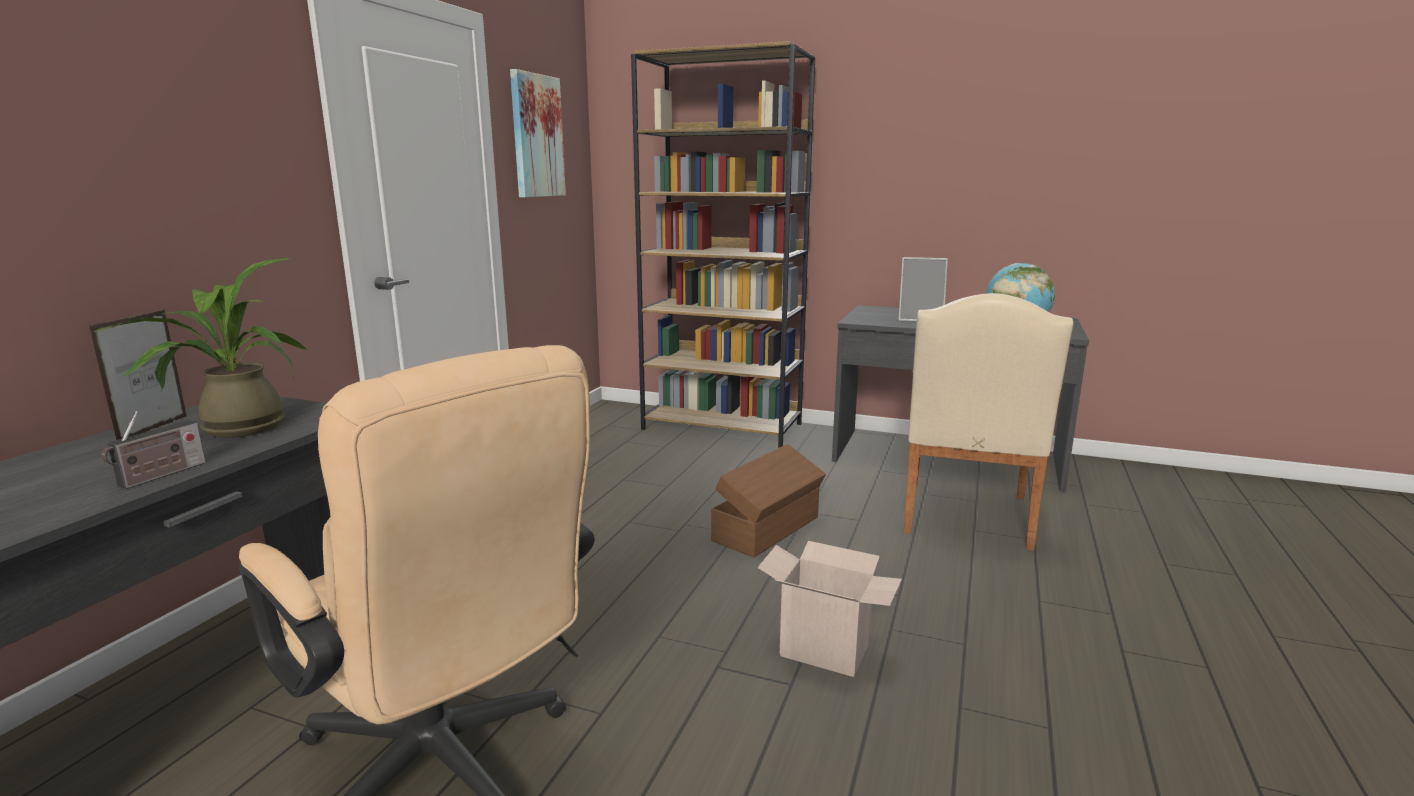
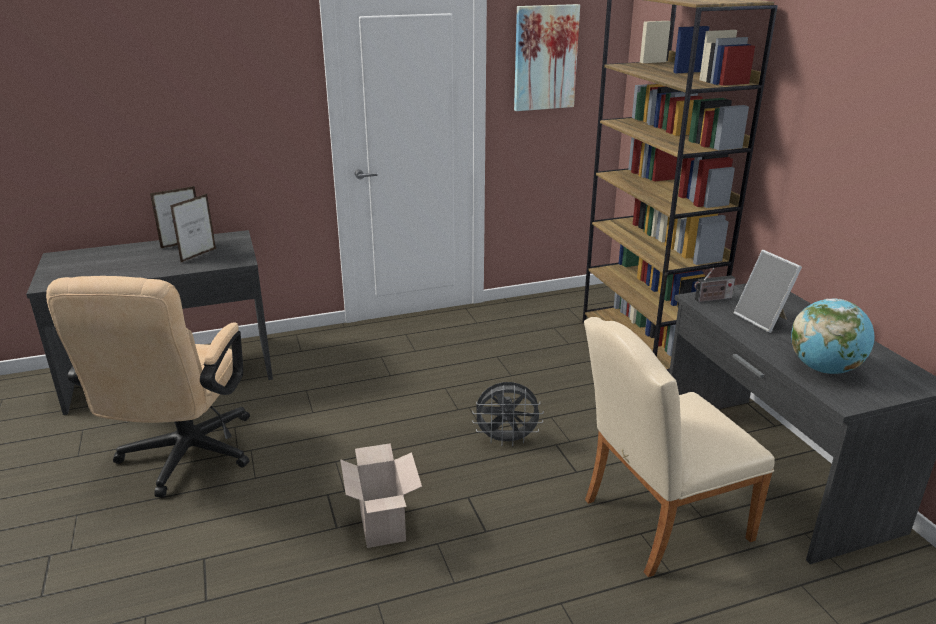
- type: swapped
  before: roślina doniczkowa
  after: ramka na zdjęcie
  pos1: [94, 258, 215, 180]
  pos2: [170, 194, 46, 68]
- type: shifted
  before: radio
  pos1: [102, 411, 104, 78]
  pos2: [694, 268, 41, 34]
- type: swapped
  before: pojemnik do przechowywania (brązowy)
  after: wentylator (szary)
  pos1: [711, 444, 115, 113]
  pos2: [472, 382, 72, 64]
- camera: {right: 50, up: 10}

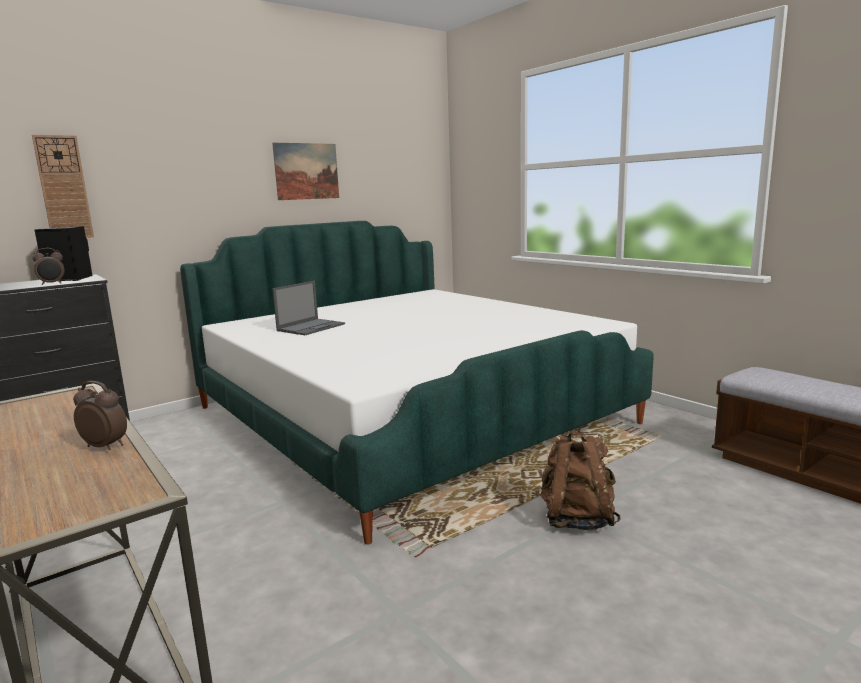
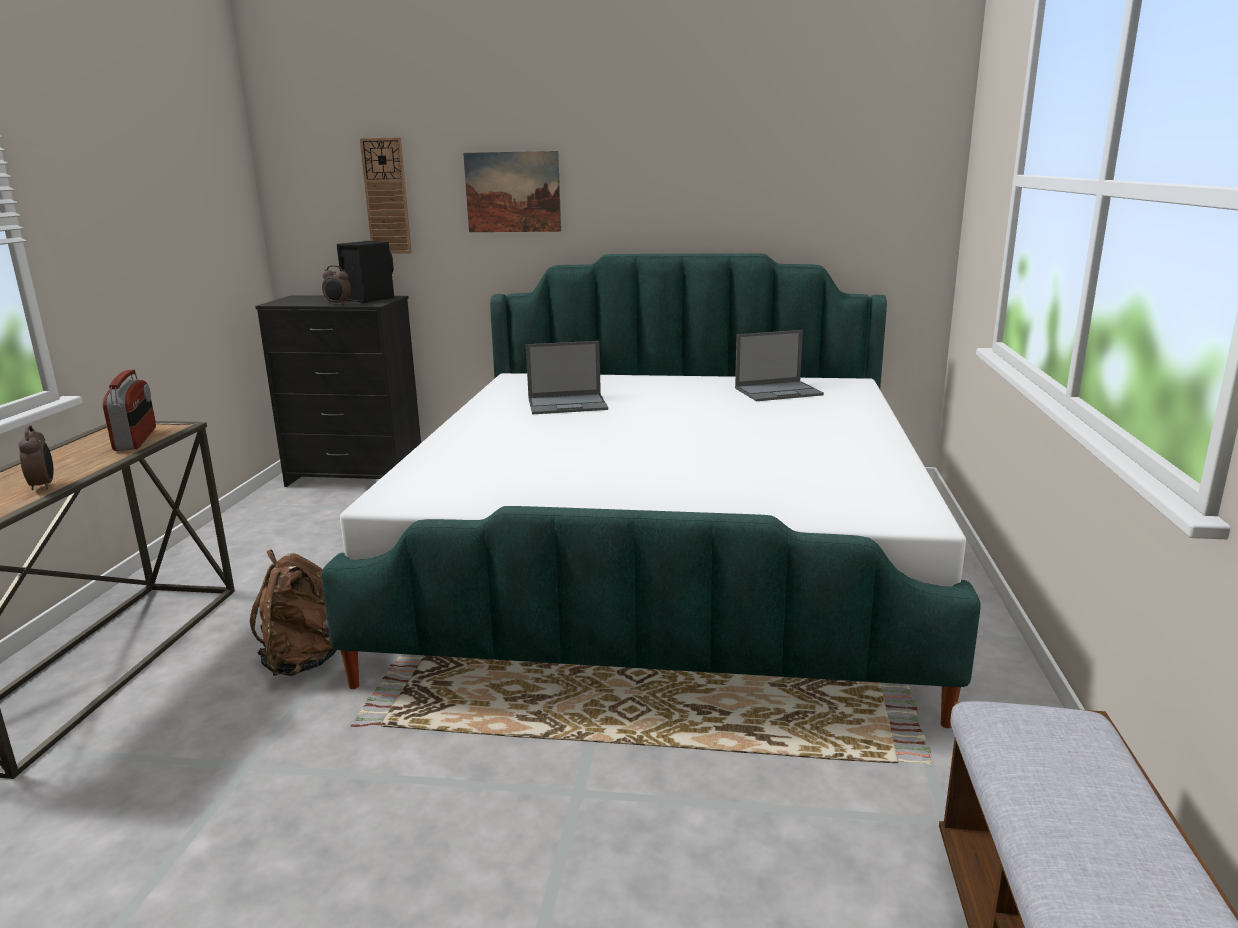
- type: shifted
  before: obraz
  pos1: [272, 143, 67, 57]
  pos2: [463, 151, 98, 81]
- type: shifted
  before: plecak (brązowy)
  pos1: [540, 430, 81, 100]
  pos2: [250, 549, 87, 127]
- type: new
  after: radio
  pos2: [103, 369, 53, 82]
- type: new
  after: laptop
  pos2: [735, 330, 89, 71]
- camera: {right: 45, up: 5}

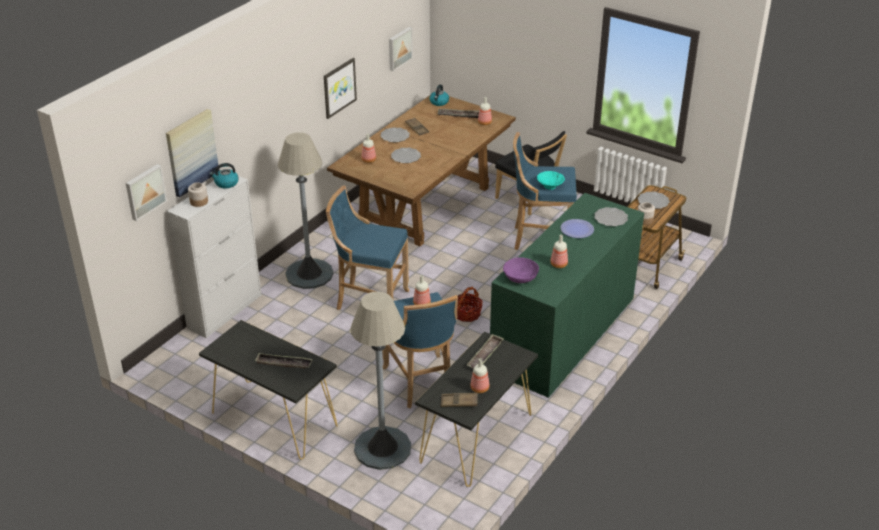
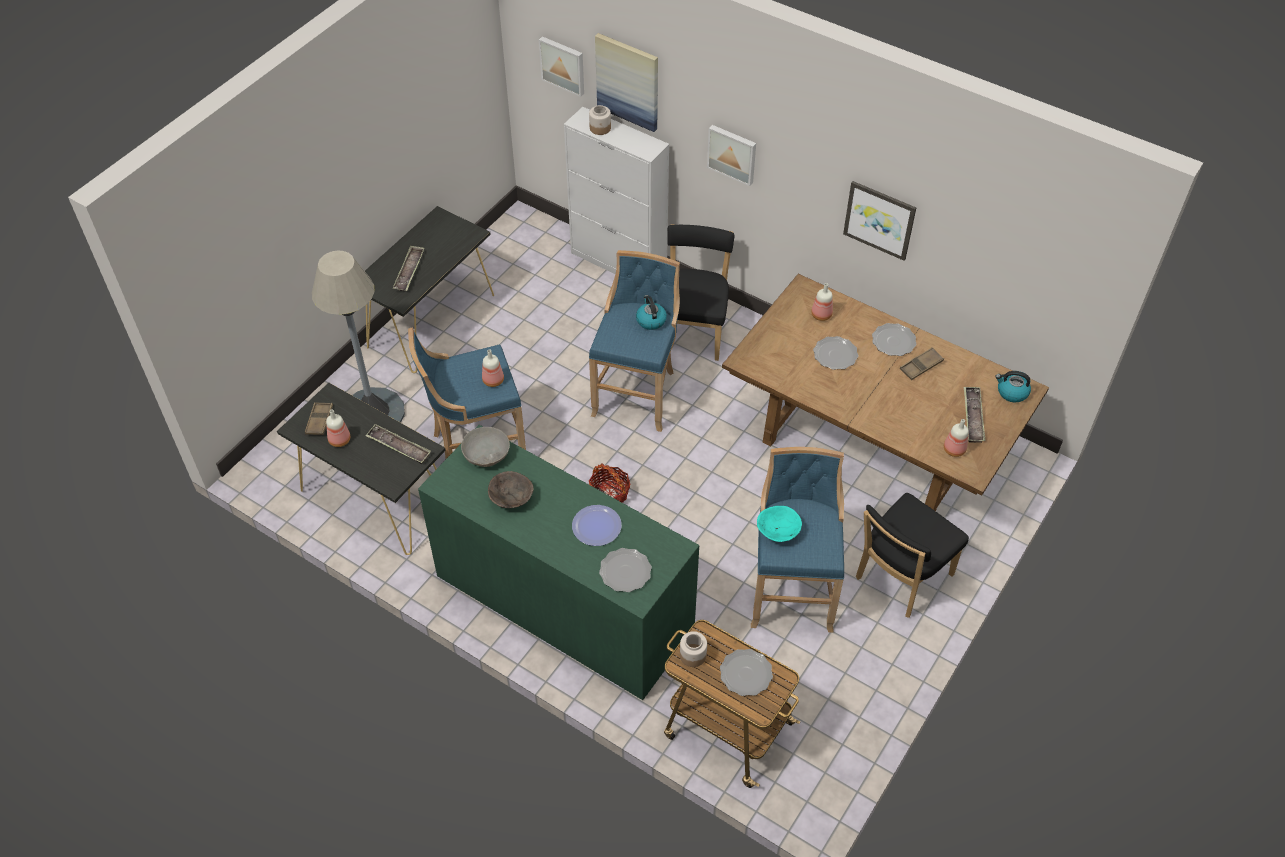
- type: shifted
  before: czajnik
  pos1: [210, 163, 28, 26]
  pos2: [636, 295, 31, 35]
- type: swapped
  before: lampa stojąca (szary)
  after: krzesło (czarny)
  pos1: [278, 132, 55, 157]
  pos2: [667, 224, 68, 137]
- type: shifted
  before: obraz
  pos1: [389, 27, 24, 44]
  pos2: [707, 125, 49, 61]
- type: repainted
  before: miska (fioletowy)
  after: miska (szary)
  pos1: [503, 257, 36, 26]
  pos2: [461, 427, 49, 40]
- type: swapped
  before: butelka
  after: miska (brązowy)
  pos1: [550, 235, 18, 33]
  pos2: [488, 471, 46, 37]
- camera: {right: 90, up: 15}

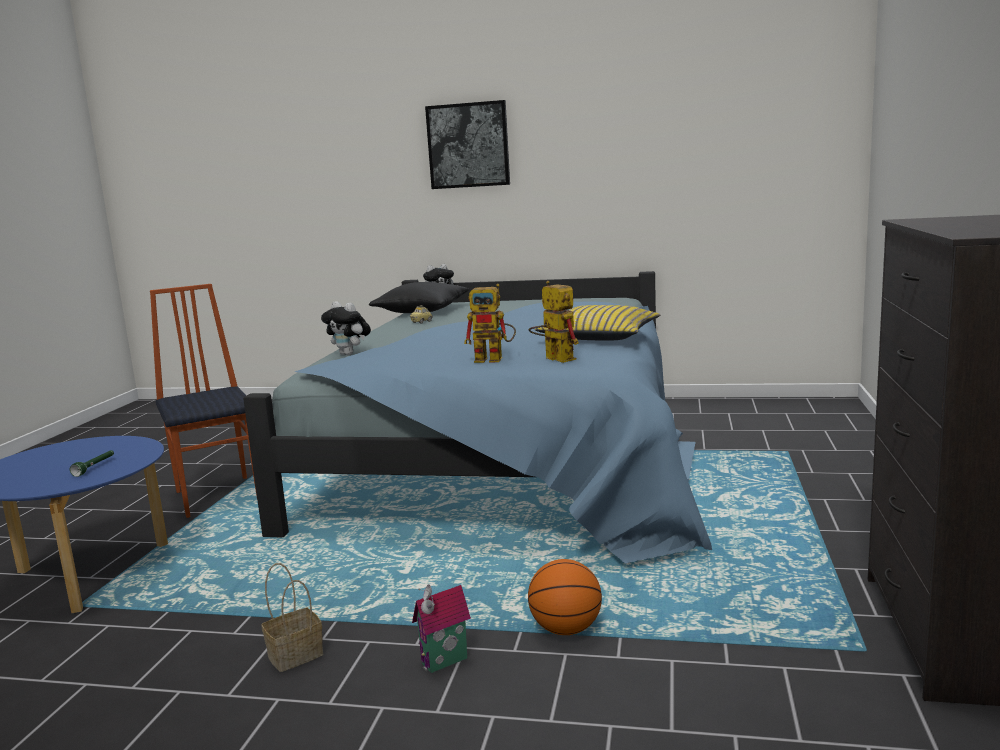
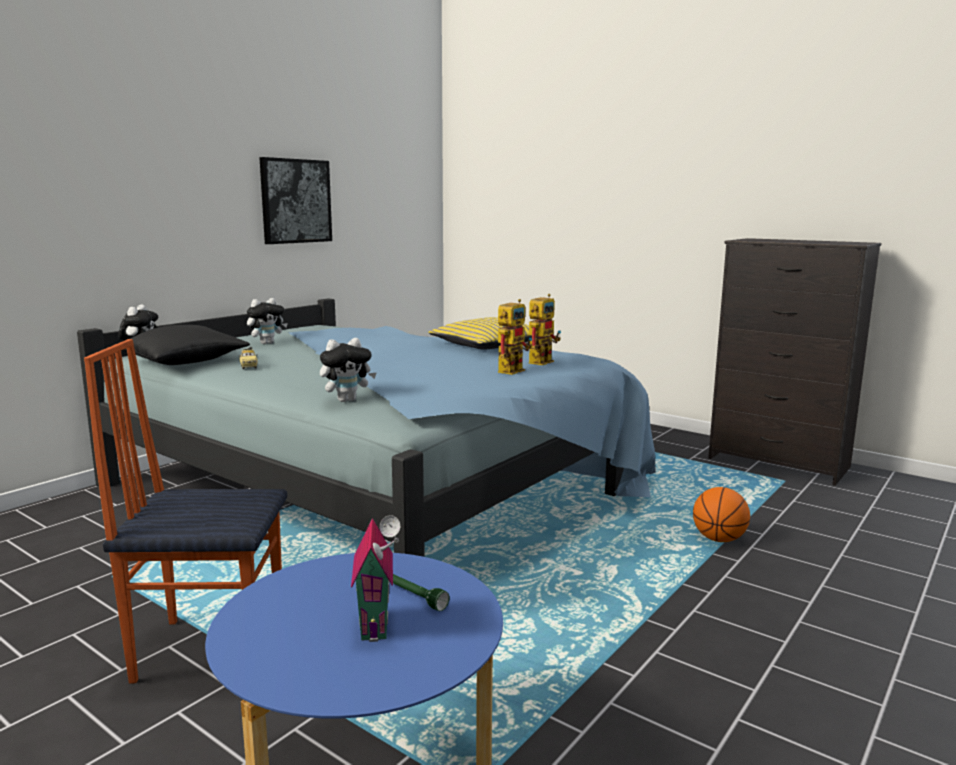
- type: gone
  before: koszyk
  pos1: [261, 563, 62, 109]
- type: shifted
  before: domek
  pos1: [412, 584, 59, 89]
  pos2: [351, 515, 49, 127]
- type: shifted
  before: obraz
  pos1: [425, 100, 85, 89]
  pos2: [259, 157, 73, 87]
- type: rotated
  before: robot zabawkowy
  pos1: [529, 281, 50, 82]
  pos2: [529, 294, 32, 71]
  turn: 135
- type: new
  after: pluszak
  pos2: [247, 298, 41, 46]
- camera: {right: -65, up: 0}

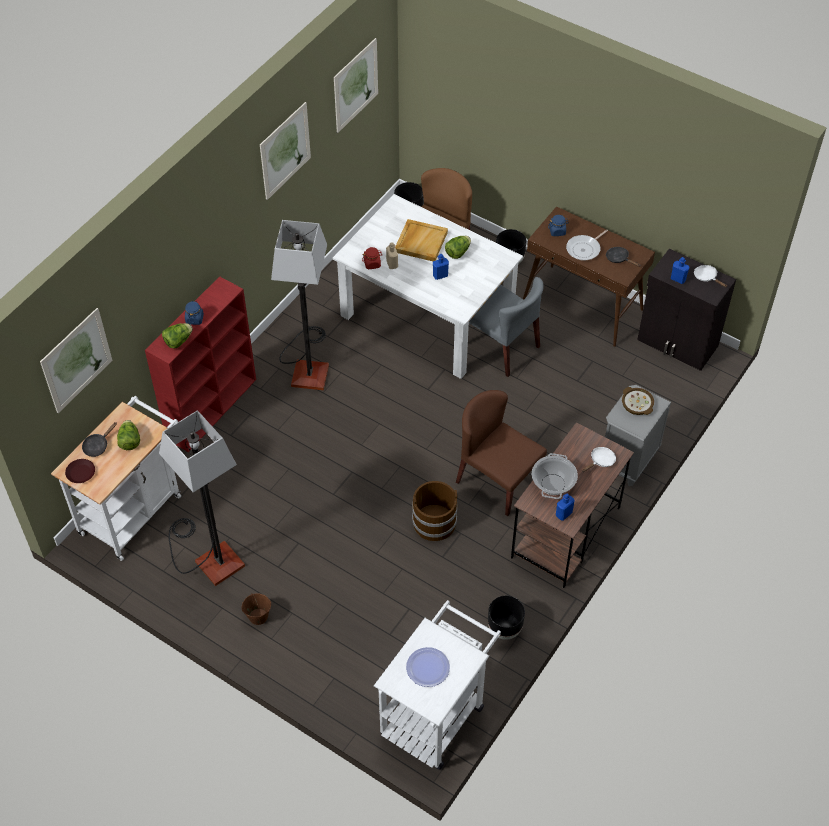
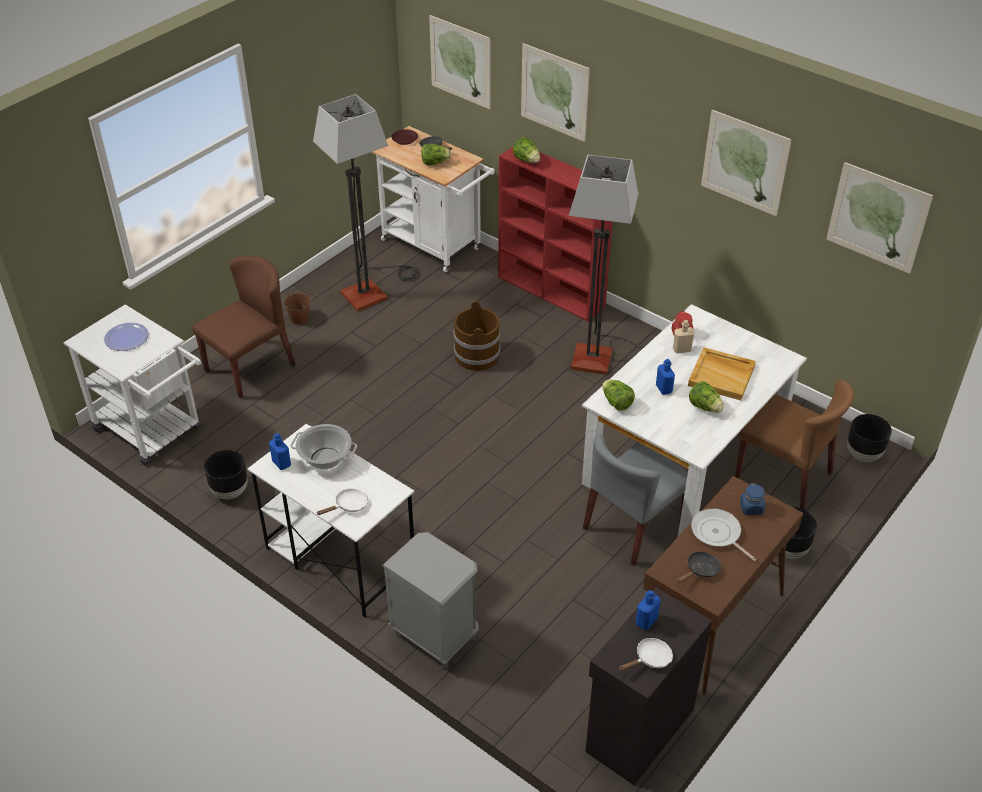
- type: gone
  before: słoik (niebieski)
  pos1: [185, 301, 19, 24]
- type: shifted
  before: wiadro (brązowy)
  pos1: [412, 481, 46, 60]
  pos2: [454, 301, 46, 70]
- type: shifted
  before: krzesło (brązowy)
  pos1: [456, 390, 91, 126]
  pos2: [192, 256, 104, 143]
- type: repainted
  before: biurko (brązowy)
  after: biurko (biały)
  pos1: [511, 422, 123, 166]
  pos2: [248, 424, 166, 194]
- type: rotated
  before: patelnia (biały)
  pos1: [582, 447, 34, 25]
  pos2: [316, 489, 52, 26]
  turn: -90
- type: gone
  before: miska
  pos1: [622, 387, 32, 28]
- type: new
  after: obraz
  pos2: [521, 43, 69, 99]
- type: new
  after: sałata
  pos2: [602, 379, 33, 32]
- camera: {right: 95, up: -10}

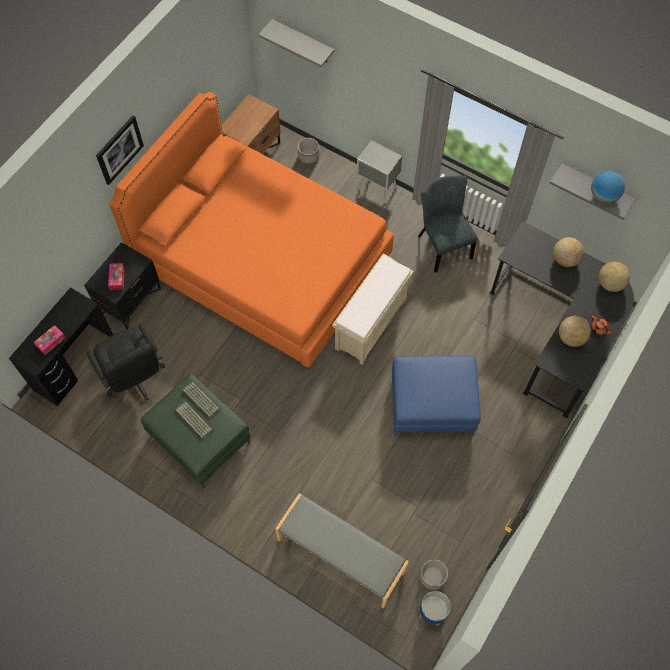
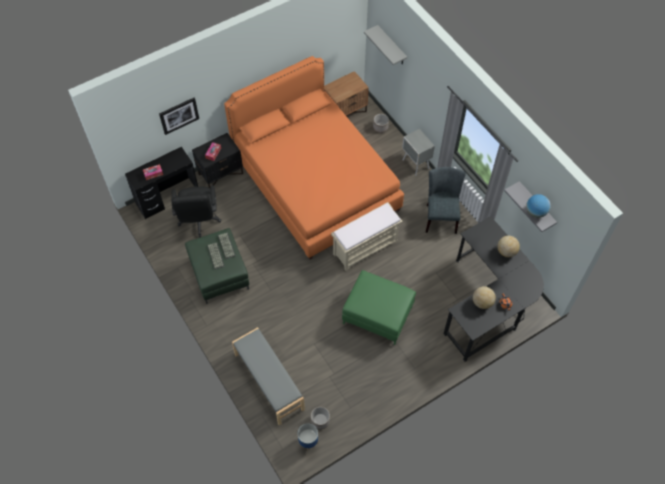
- type: shifted
  before: obraz
  pos1: [96, 115, 48, 70]
  pos2: [159, 98, 40, 37]
- type: repainted
  before: pufa (niebieski)
  after: pufa (zielony)
  pos1: [392, 356, 89, 80]
  pos2: [342, 270, 74, 75]
- type: gone
  before: globus
  pos1: [599, 262, 31, 30]
- camera: {right: 25, up: -5}

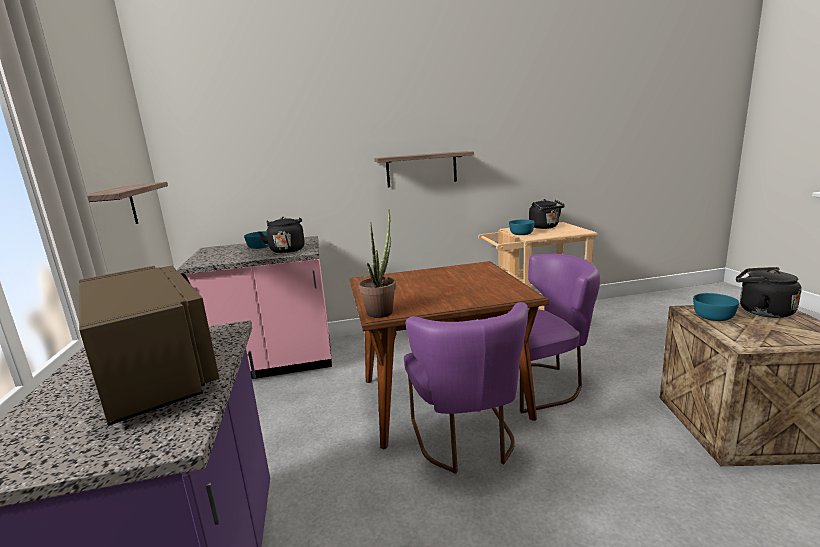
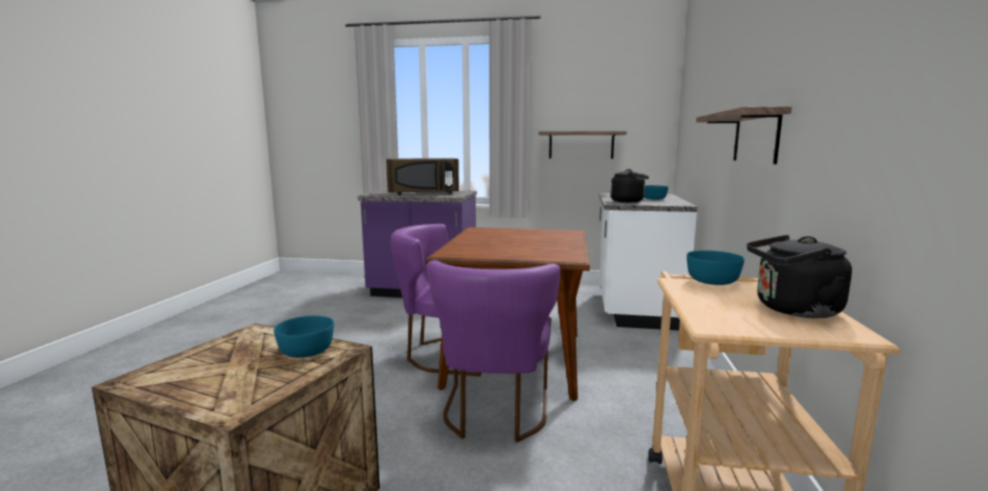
- type: repainted
  before: zabudowa kuchenna (różowy)
  after: zabudowa kuchenna (biały)
  pos1: [177, 236, 155, 143]
  pos2: [599, 193, 99, 137]
- type: gone
  before: roślina doniczkowa
  pos1: [358, 211, 38, 107]
- type: gone
  before: czajnik (czarny)
  pos1: [736, 267, 66, 51]
- camera: {right: 110, up: -5}

